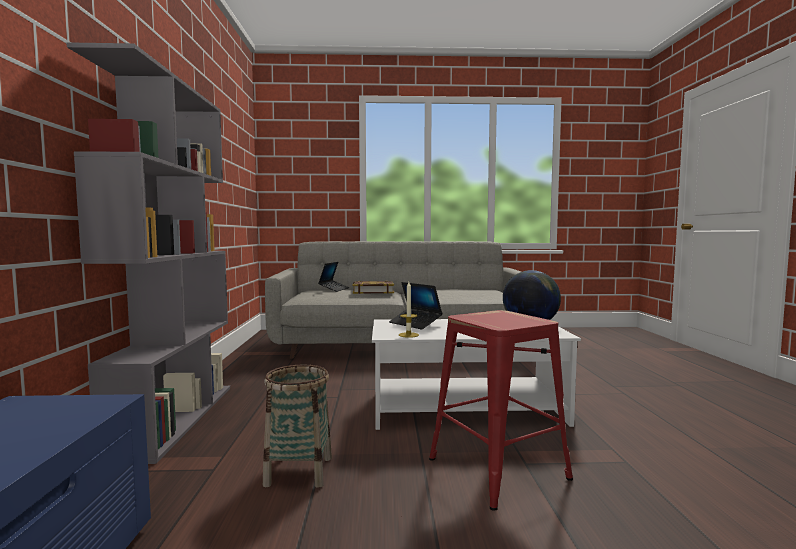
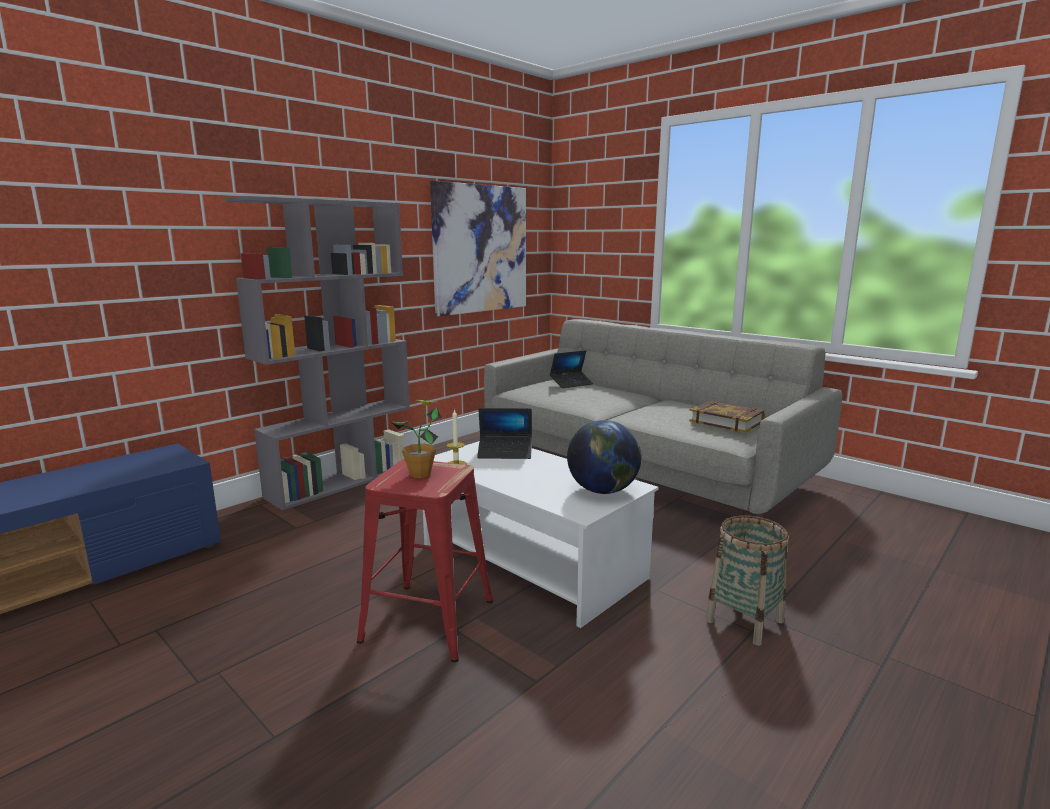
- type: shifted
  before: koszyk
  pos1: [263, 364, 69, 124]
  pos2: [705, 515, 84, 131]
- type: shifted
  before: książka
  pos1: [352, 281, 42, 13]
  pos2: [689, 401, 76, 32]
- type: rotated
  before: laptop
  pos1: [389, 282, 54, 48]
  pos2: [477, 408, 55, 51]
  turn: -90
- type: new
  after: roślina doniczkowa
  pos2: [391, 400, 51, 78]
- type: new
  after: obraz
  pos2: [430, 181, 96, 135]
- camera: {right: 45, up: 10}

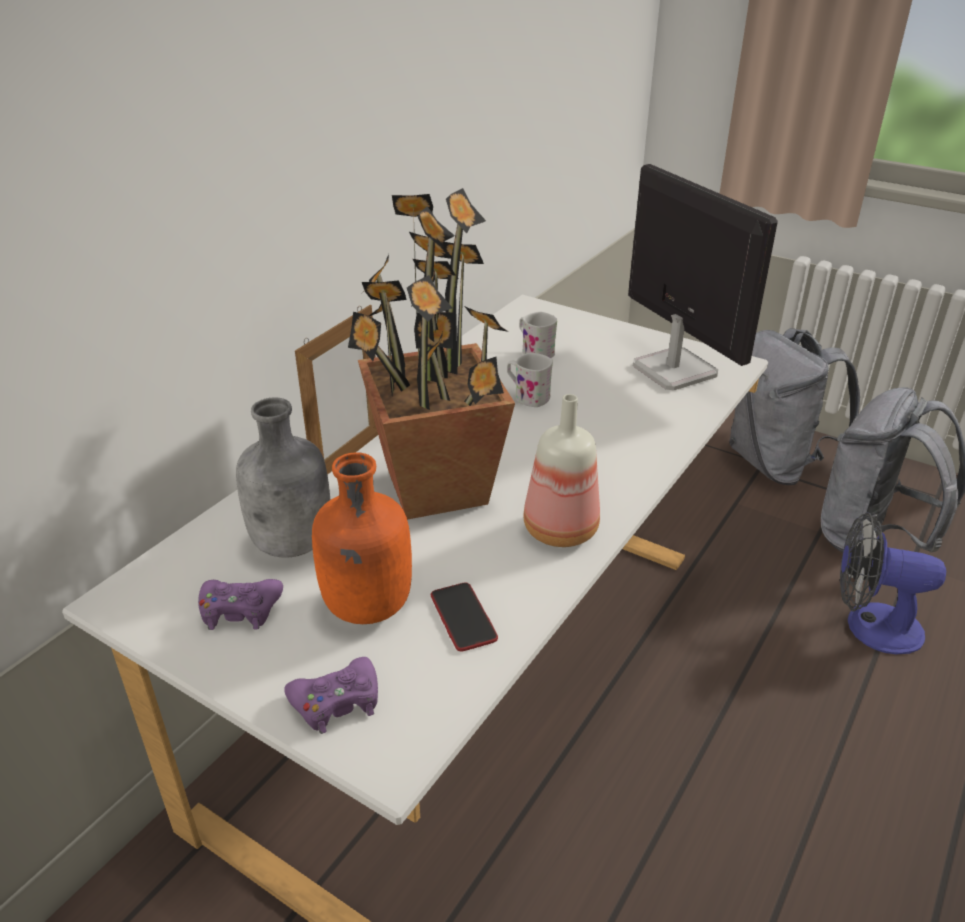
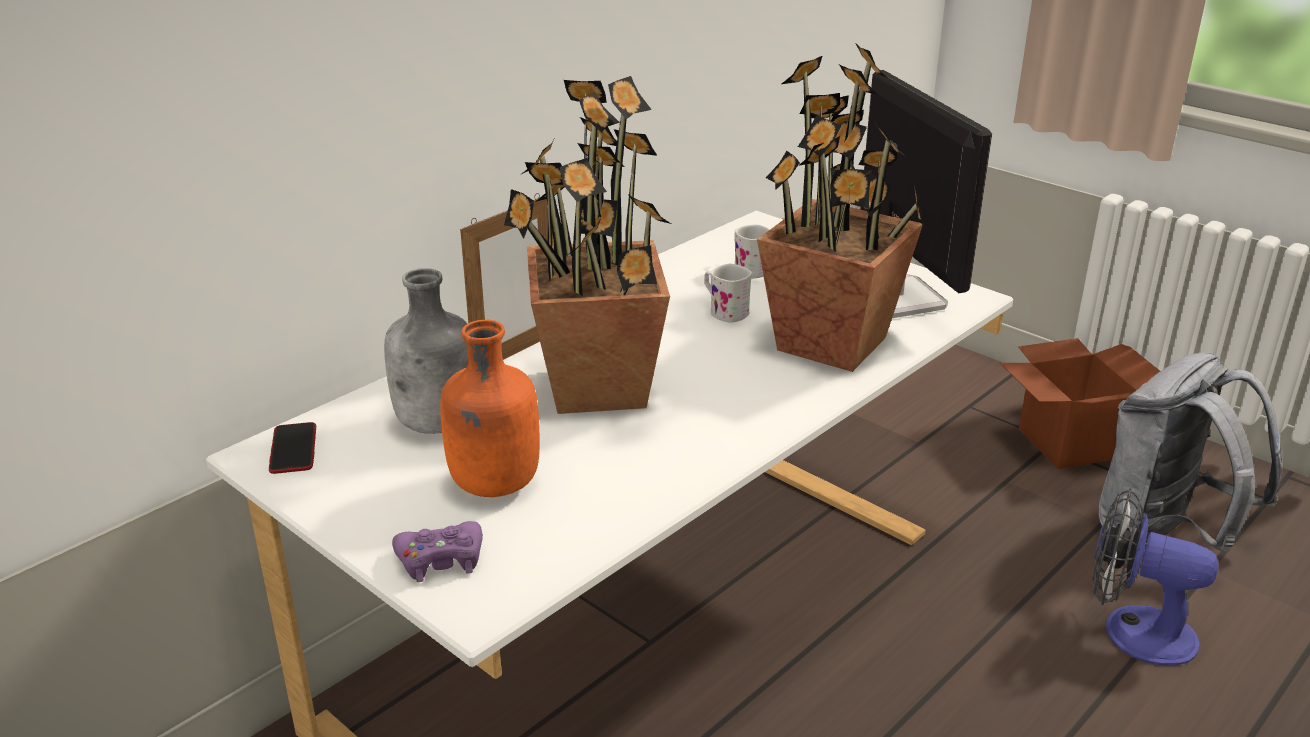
- type: gone
  before: pad do gier (fioletowy)
  pos1: [198, 579, 85, 51]
- type: shifted
  before: telefon
  pos1: [431, 582, 67, 70]
  pos2: [269, 422, 47, 52]
- type: gone
  before: butelka
  pos1: [523, 394, 77, 153]
- type: swapped
  before: plecak (szary)
  after: karton
  pos1: [729, 328, 131, 157]
  pos2: [1000, 338, 160, 131]
- type: new
  after: roślina doniczkowa
  pos2: [757, 43, 167, 329]
- camera: {right: 10, up: -5}

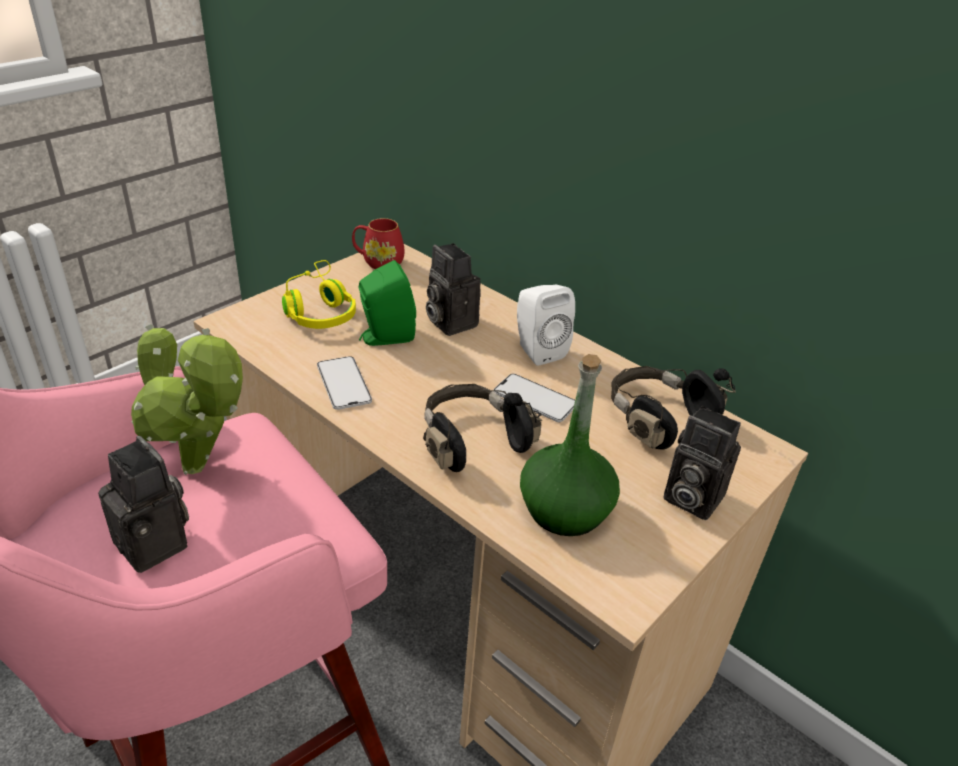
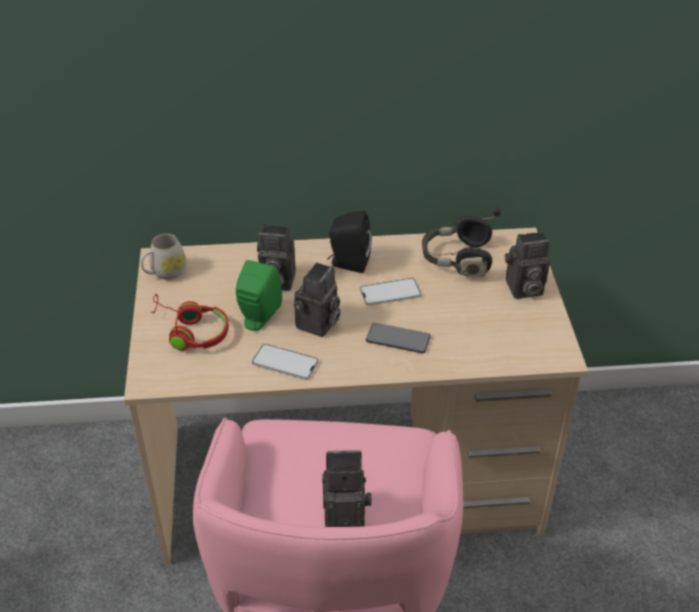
- type: gone
  before: roślina doniczkowa
  pos1: [131, 324, 112, 151]
- type: repainted
  before: słuchawki (żółty)
  after: słuchawki (czerwony)
  pos1: [282, 260, 74, 69]
  pos2: [151, 294, 78, 57]
- type: repainted
  before: kubek (czerwony)
  after: kubek (biały)
  pos1: [352, 218, 53, 51]
  pos2: [140, 234, 47, 46]
- type: swapped
  before: słuchawki (czarny)
  after: telefon
  pos1: [423, 384, 119, 88]
  pos2: [366, 323, 65, 30]
- type: repainted
  before: głośnik (biały)
  after: głośnik (czarny)
  pos1: [517, 285, 58, 81]
  pos2: [327, 211, 45, 62]
- type: gone
  before: butelka (zielony)
  pos1: [520, 354, 100, 182]
- type: new
  after: aparat fotograficzny
  pos2: [294, 262, 47, 75]
- camera: {right: -45, up: 5}

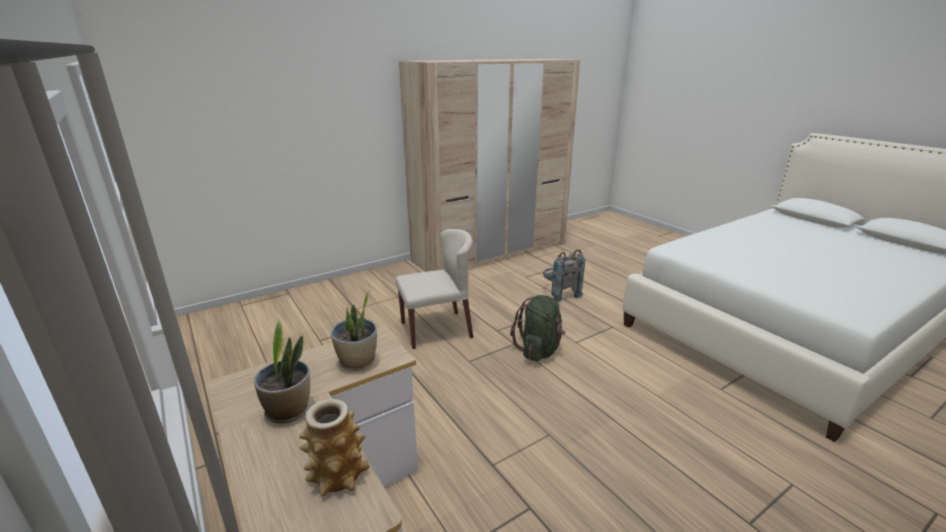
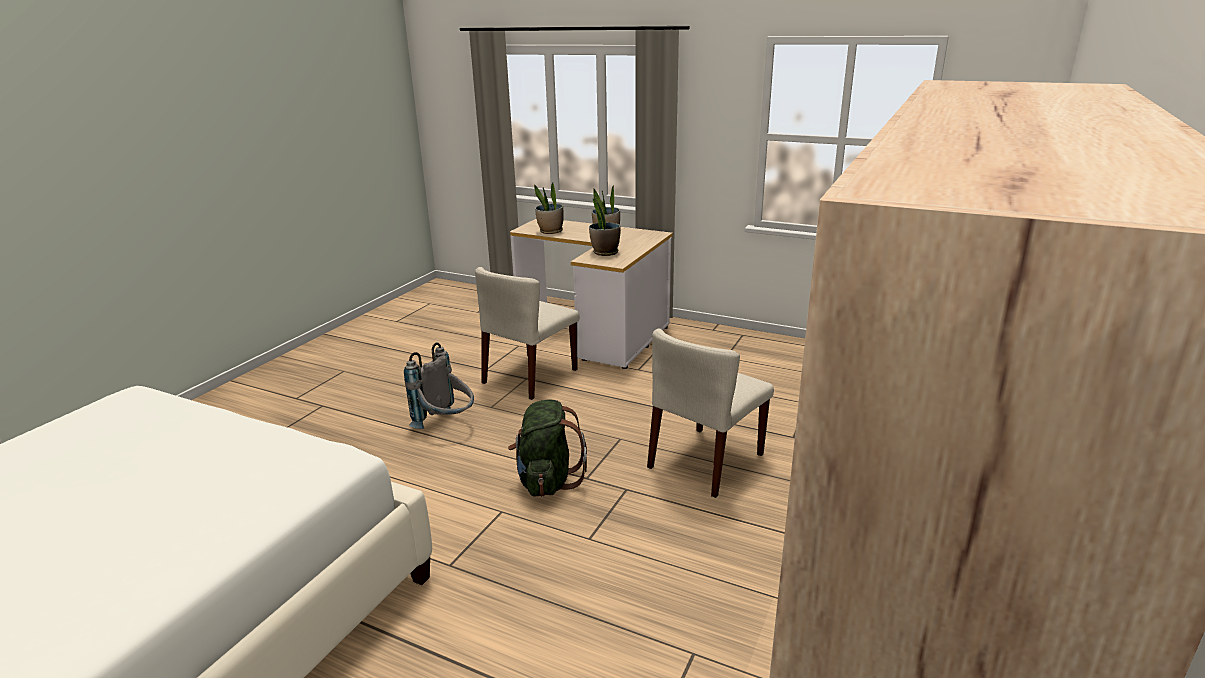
- type: swapped
  before: wazon
  after: roślina doniczkowa
  pos1: [299, 399, 71, 97]
  pos2: [534, 183, 30, 51]
- type: shifted
  before: plecak (szary)
  pos1: [543, 249, 42, 53]
  pos2: [404, 343, 70, 86]
- type: new
  after: krzesło (beżowy)
  pos2: [475, 267, 104, 133]
- camera: {right: 150, up: 0}

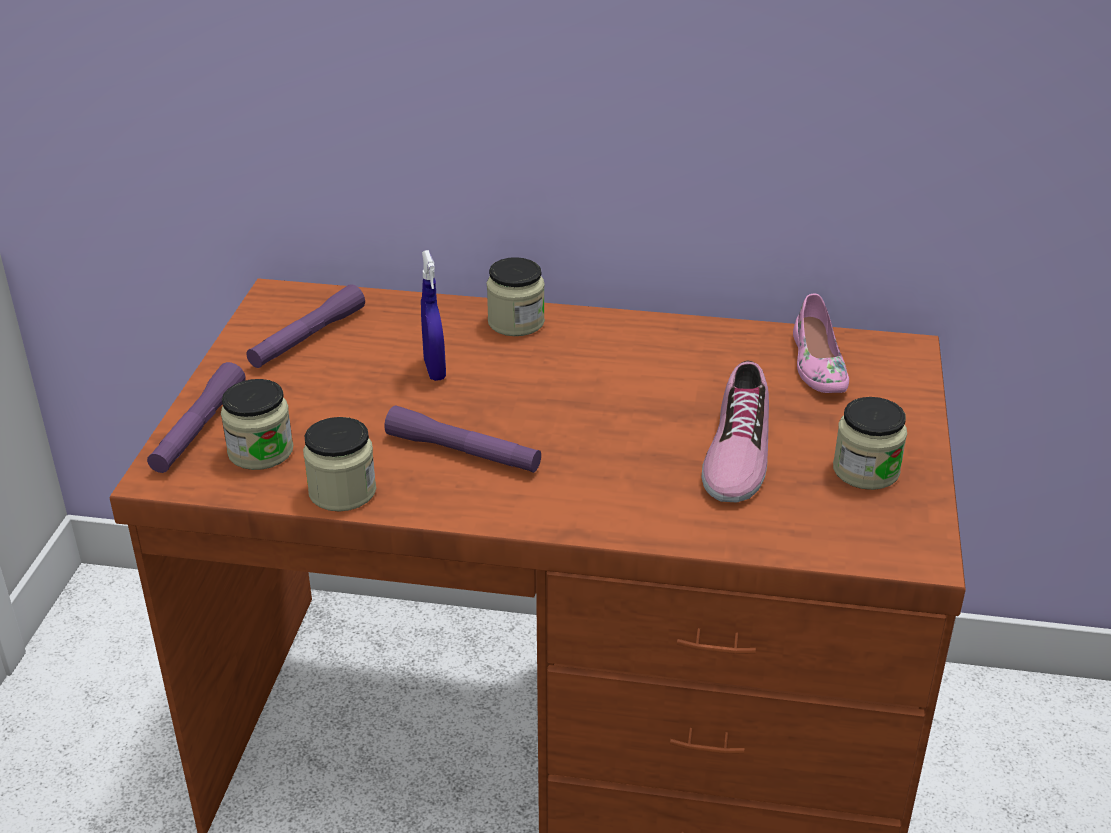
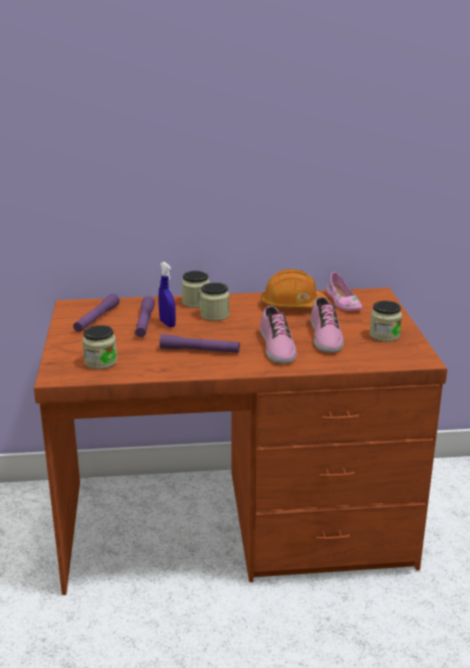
- type: shifted
  before: latarka (fioletowy)
  pos1: [147, 362, 99, 111]
  pos2: [135, 296, 20, 41]
- type: shifted
  before: słoik
  pos1: [303, 417, 73, 95]
  pos2: [200, 282, 29, 39]
- type: new
  after: but
  pos2: [260, 306, 37, 58]
- type: new
  after: kask (pomarańczowy)
  pos2: [261, 269, 66, 40]
- camera: {right: -15, up: -10}

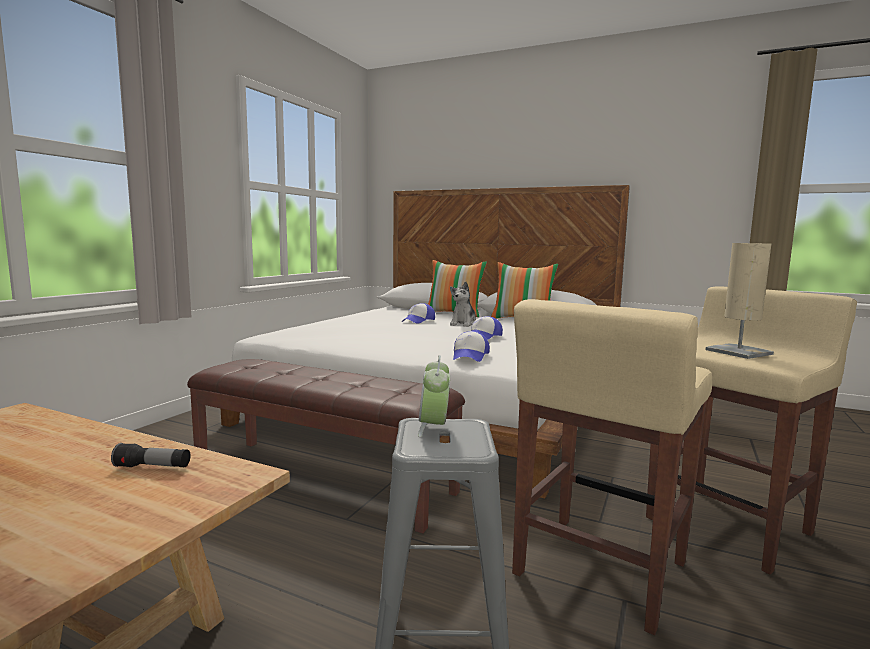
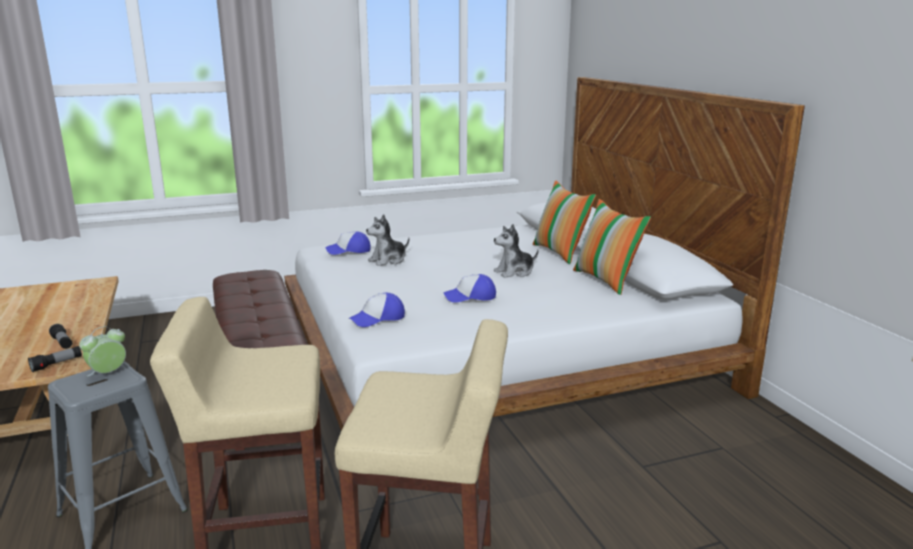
- type: shifted
  before: czapka z daszkiem
  pos1: [402, 303, 33, 21]
  pos2: [325, 231, 46, 24]
- type: gone
  before: lampa stołowa (beżowy)
  pos1: [706, 243, 68, 116]
- type: new
  after: latarka
  pos2: [28, 346, 54, 26]
- type: new
  after: pluszak
  pos2: [366, 214, 43, 52]
- camera: {right: 45, up: 10}

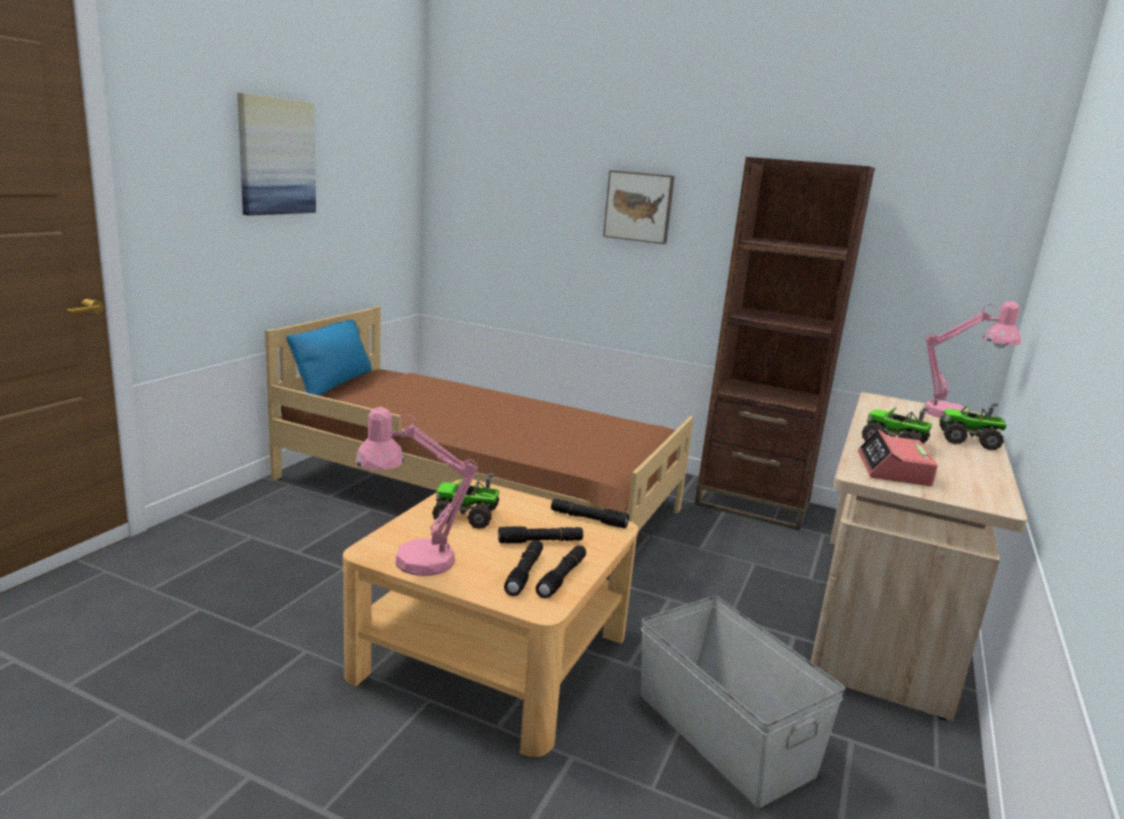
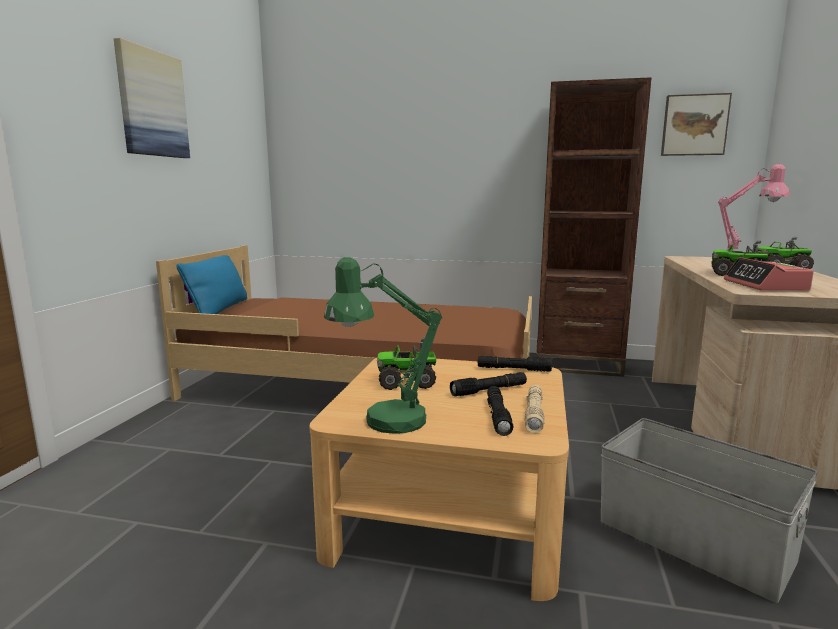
- type: repainted
  before: lampa stołowa (różowy)
  after: lampa stołowa (zielony)
  pos1: [355, 407, 123, 169]
  pos2: [324, 257, 119, 177]
- type: repainted
  before: latarka (czarny)
  after: latarka (beżowy)
  pos1: [536, 545, 50, 54]
  pos2: [525, 385, 19, 48]
- type: shifted
  before: obraz
  pos1: [603, 170, 72, 74]
  pos2: [661, 93, 71, 63]
- camera: {right: -10, up: -5}

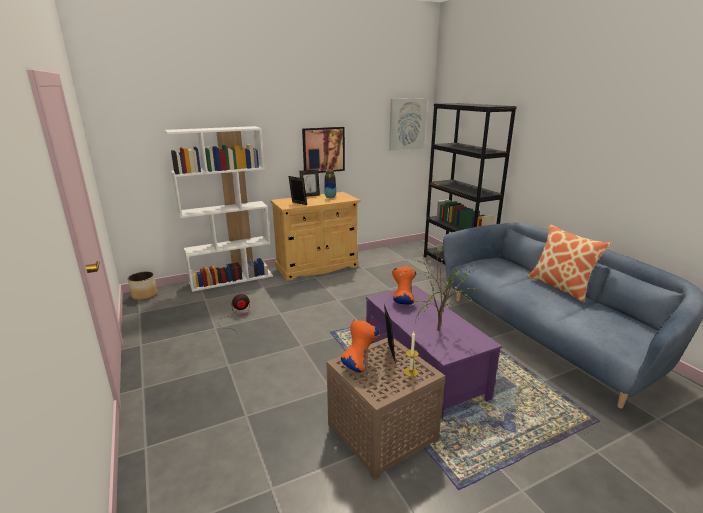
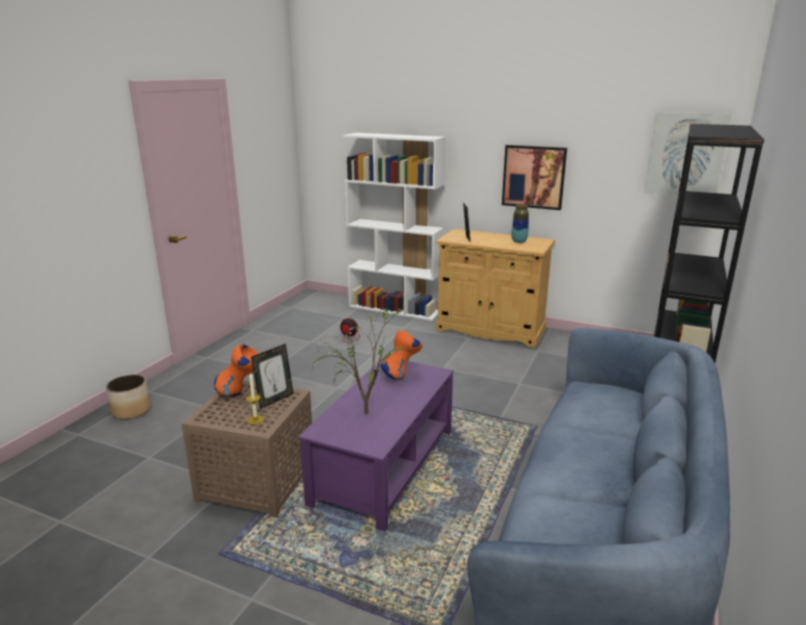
- type: shifted
  before: donica
  pos1: [128, 272, 29, 28]
  pos2: [106, 375, 45, 44]
- type: gone
  before: ramka na zdjęcie
  pos1: [299, 170, 21, 27]
- type: gone
  before: poduszka
  pos1: [527, 224, 85, 79]
- camera: {right: 50, up: 0}

